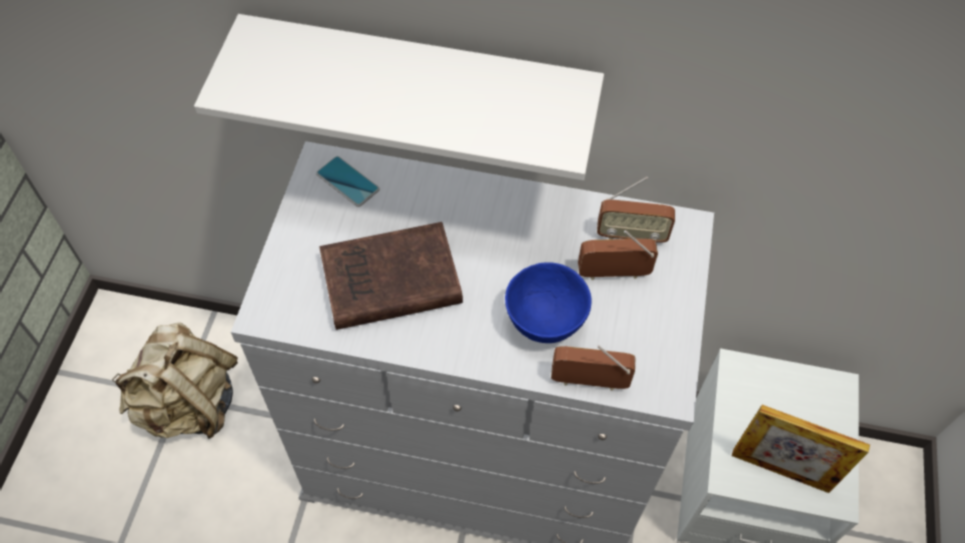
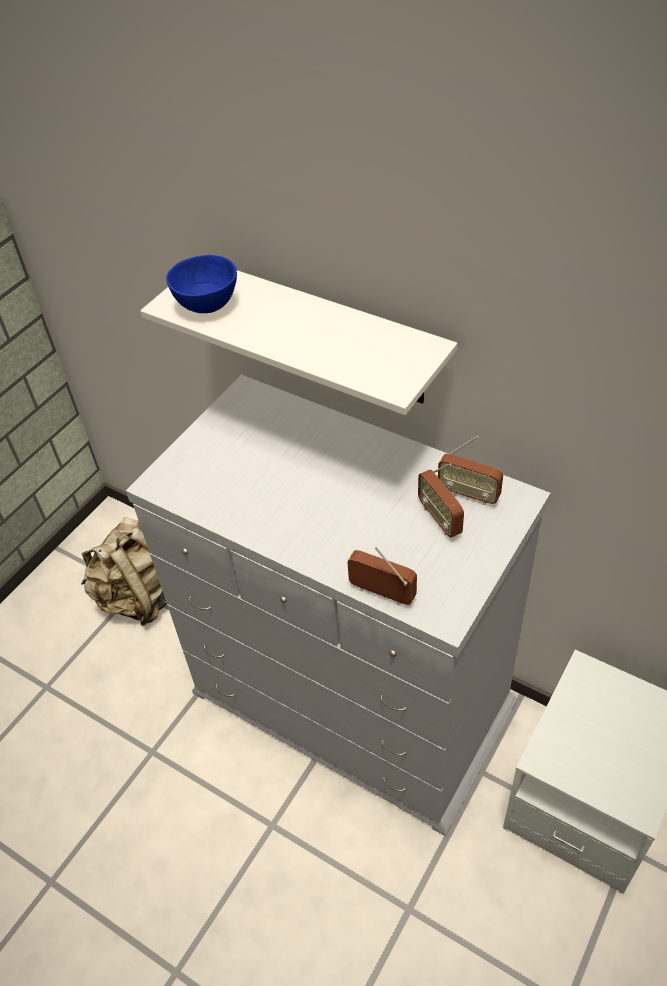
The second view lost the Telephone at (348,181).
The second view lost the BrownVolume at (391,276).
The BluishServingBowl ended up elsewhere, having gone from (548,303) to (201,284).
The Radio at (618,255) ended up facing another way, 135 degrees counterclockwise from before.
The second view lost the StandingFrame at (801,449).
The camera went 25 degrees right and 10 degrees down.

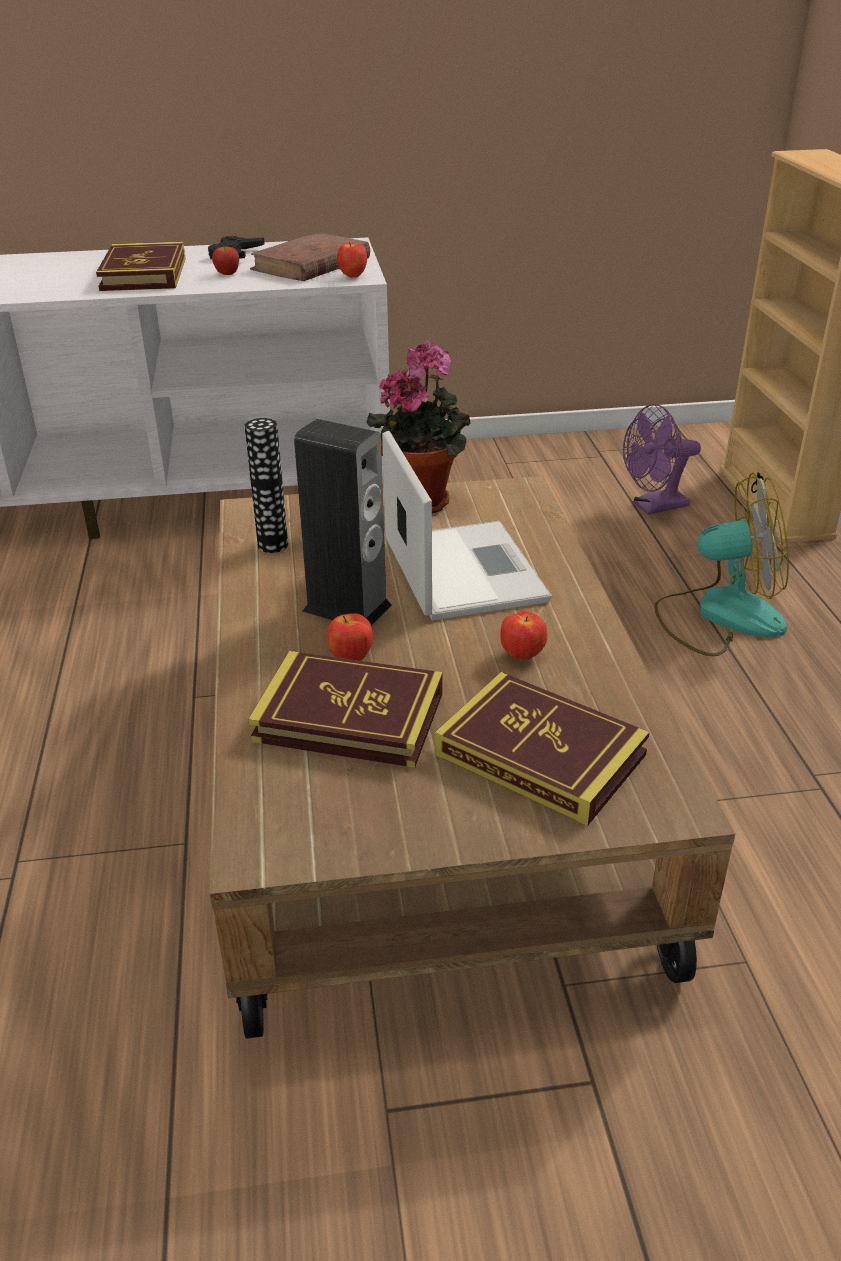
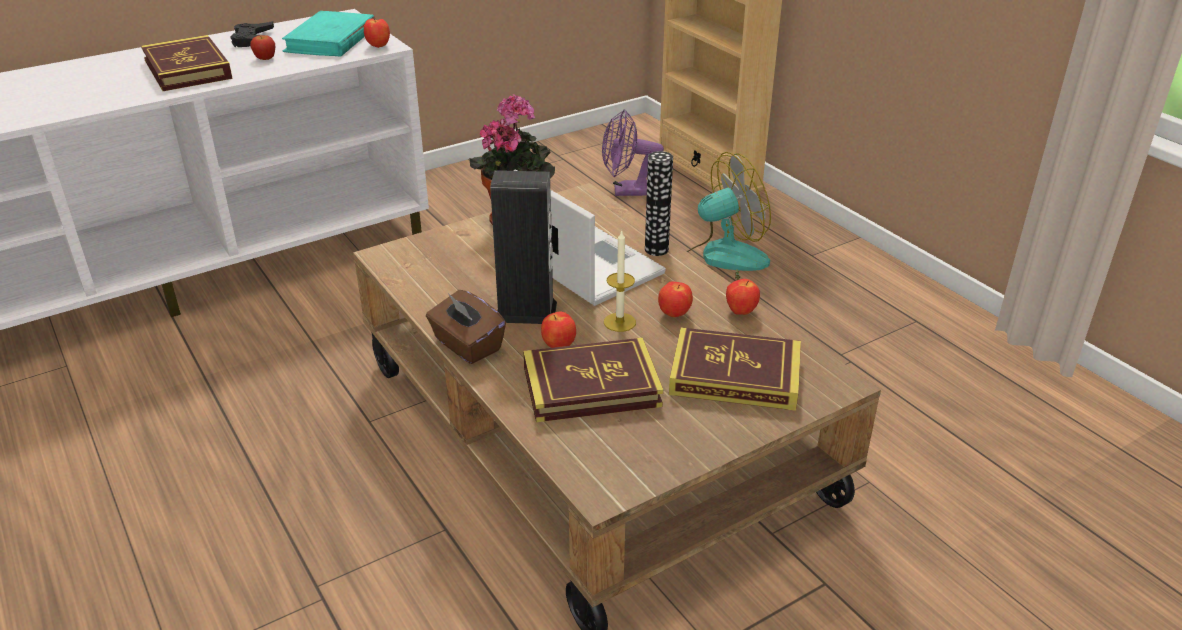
The FlowerVase ended up elsewhere, having gone from (266,485) to (659,203).
What was the BrownVolume at (310,256) turned into the BlueGreenVolume at (329,34).
The PurplishFan at (662,459) ended up facing another way, 45 degrees clockwise from before.
The second view gained the BrownTissueBox at (466,327).
The second view gained the WaxCandle at (620,281).
The second view gained the Apple at (743,297).
The camera went 25 degrees left and 0 degrees up.

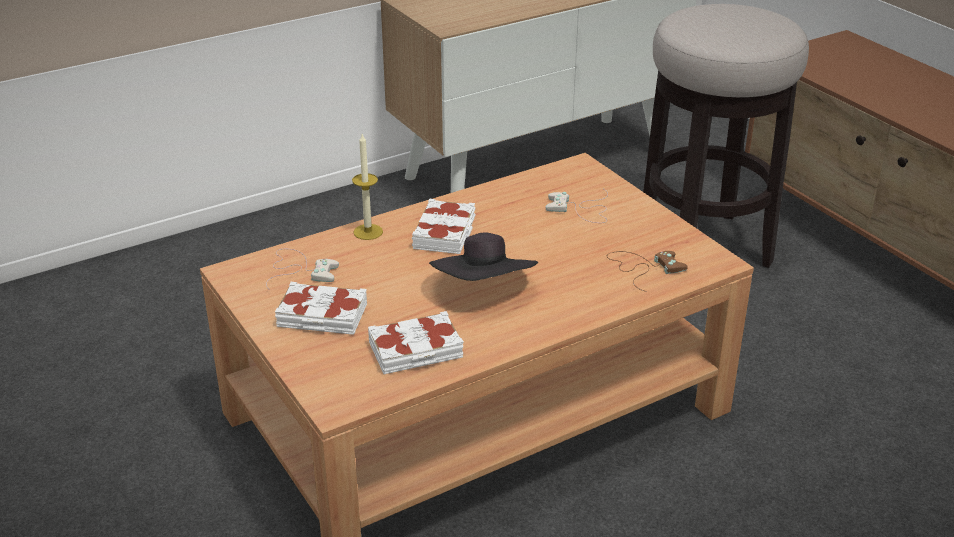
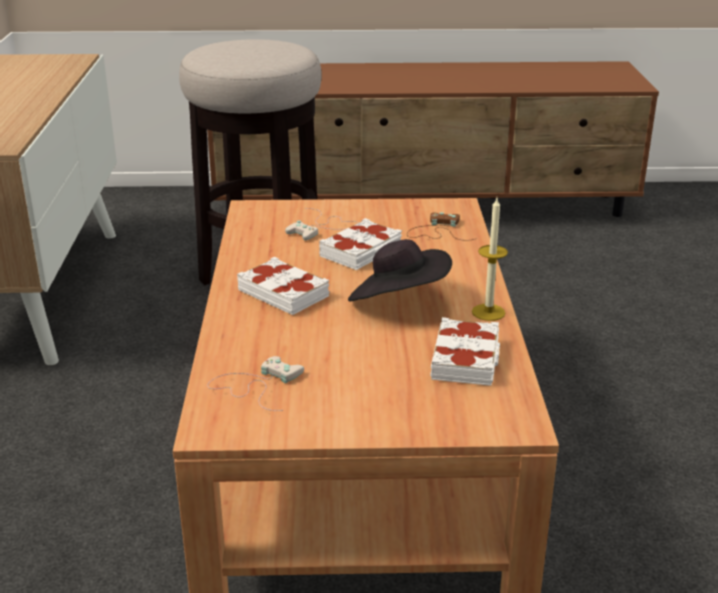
The WhiteVolume ended up elsewhere, having gone from (321,308) to (360,244).
The WaxCandle ended up elsewhere, having gone from (367,187) to (490,259).
The camera went 60 degrees left and 5 degrees down.

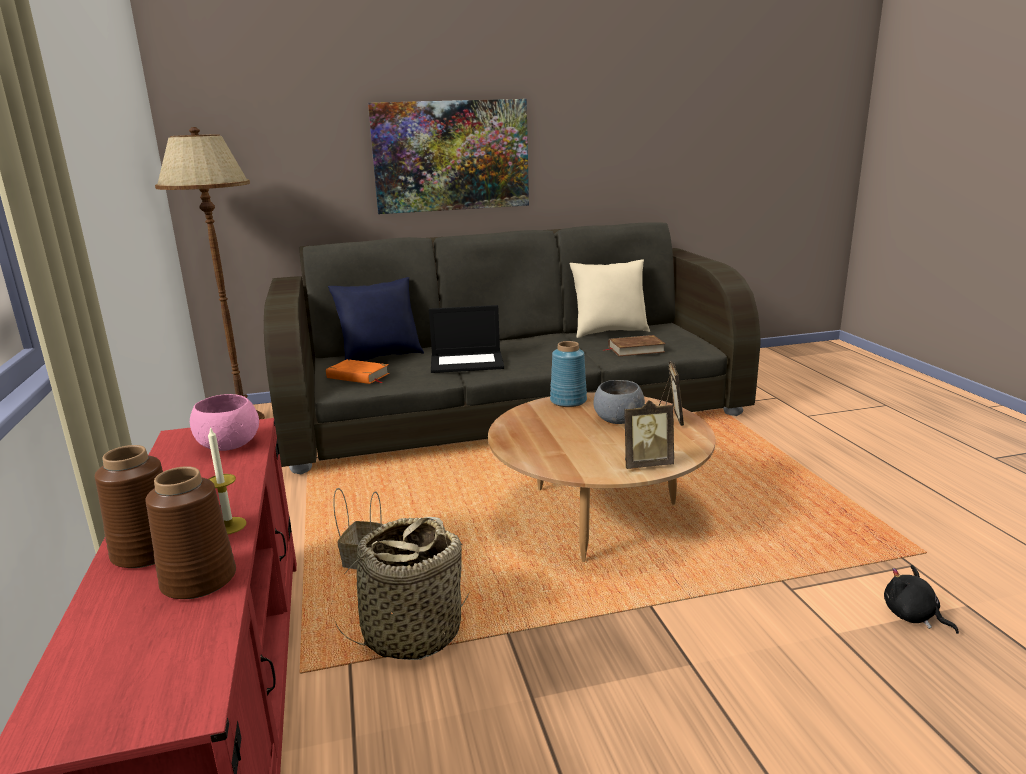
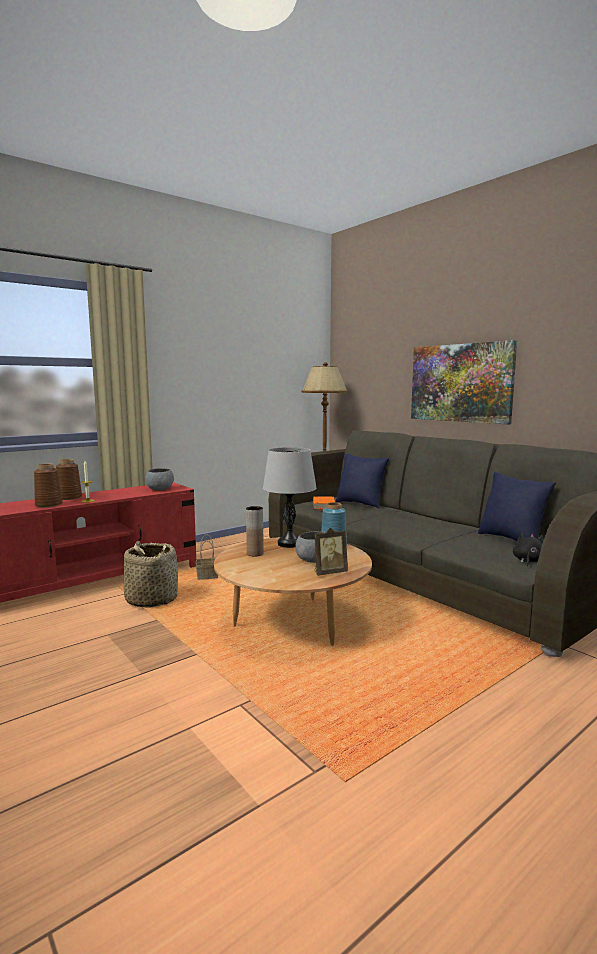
What was the PinkColouredServingBowl at (224,422) turned into the GreyServingBowl at (159,479).
The second view lost the Laptop at (466,339).
What was the BeigeColouredPillow at (609,298) turned into the BluishPillow at (517,506).
The second view lost the BrownVolume at (634,345).
The second view lost the StandingFrame at (649,434).
The BlackishPlushToy ended up elsewhere, having gone from (921,599) to (528,549).
The second view gained the BrownFlowerVase at (255,531).
The second view gained the GreyLampForATable at (290,497).
The camera went 65 degrees right and 10 degrees down.

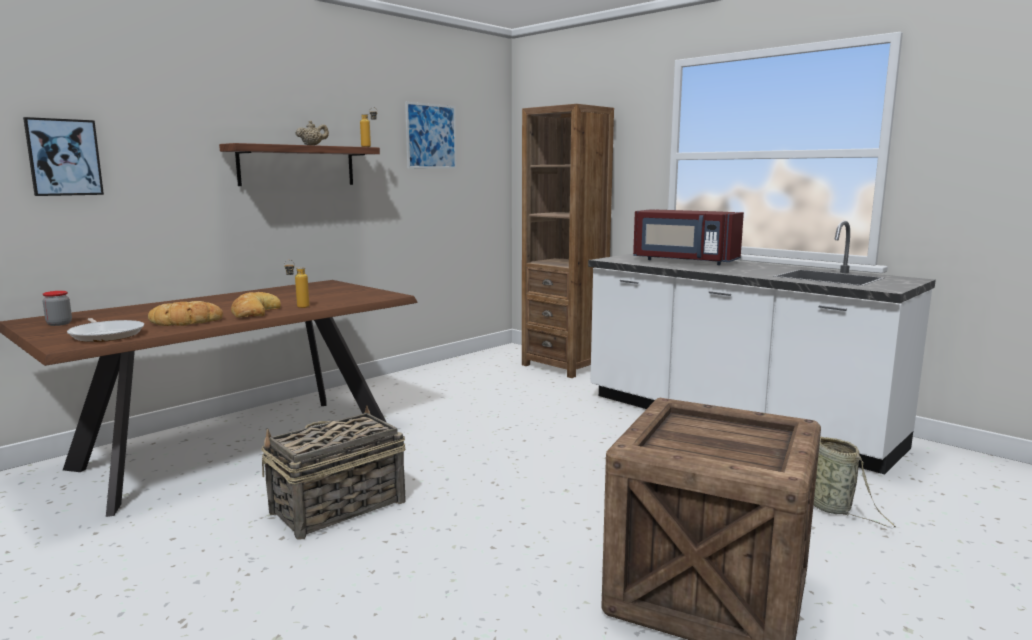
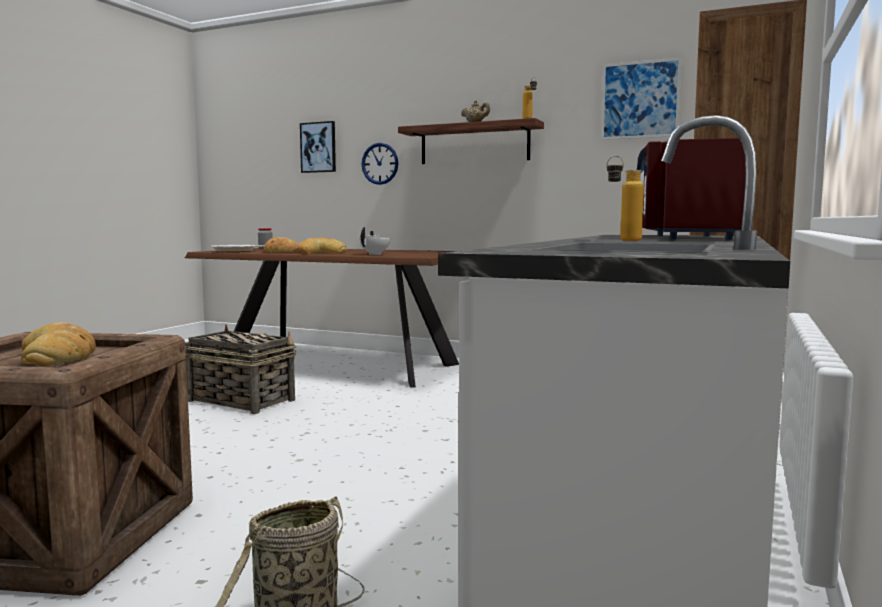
The BeverageBottle ended up elsewhere, having gone from (296,284) to (625,198).
The second view gained the Bread at (58,344).
The second view gained the WhiteTeaPot at (374,241).
The second view gained the ClockOnTheWall at (380,164).
The camera went 70 degrees right and 5 degrees down.

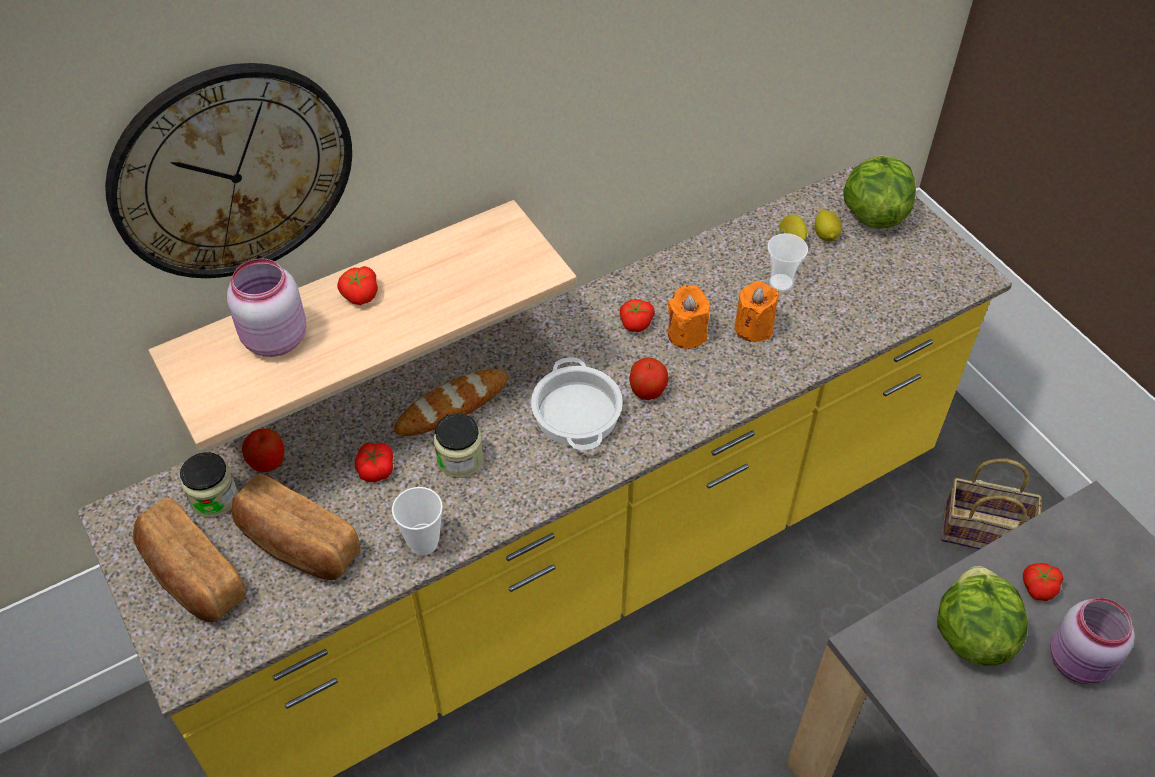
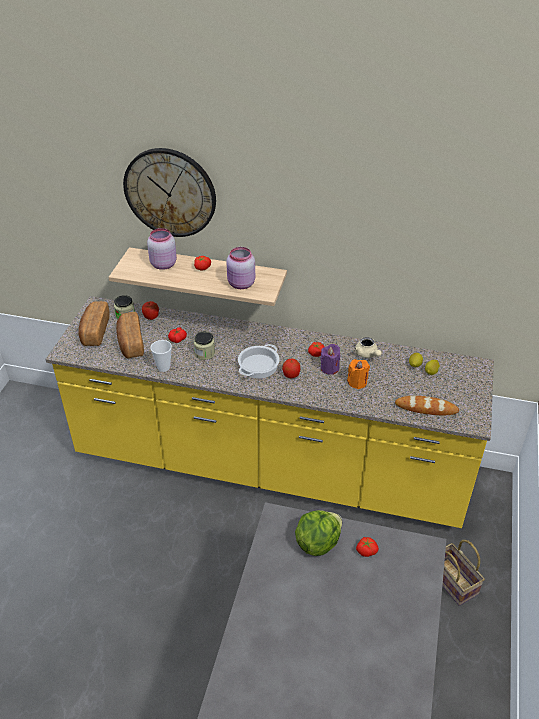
The Bread ended up elsewhere, having gone from (451,402) to (427,405).
What was the OrangeWaxCandle at (689,317) turned into the PurplishWaxCandle at (330,359).
The second view lost the SmallCup at (788,262).
The second view lost the HeadOfLettuce at (879,191).
The PinkColouredJar ended up elsewhere, having gone from (1092,641) to (240,268).
The second view gained the BeigeColouredTeaPot at (368,347).
The camera went 45 degrees right and 10 degrees down.

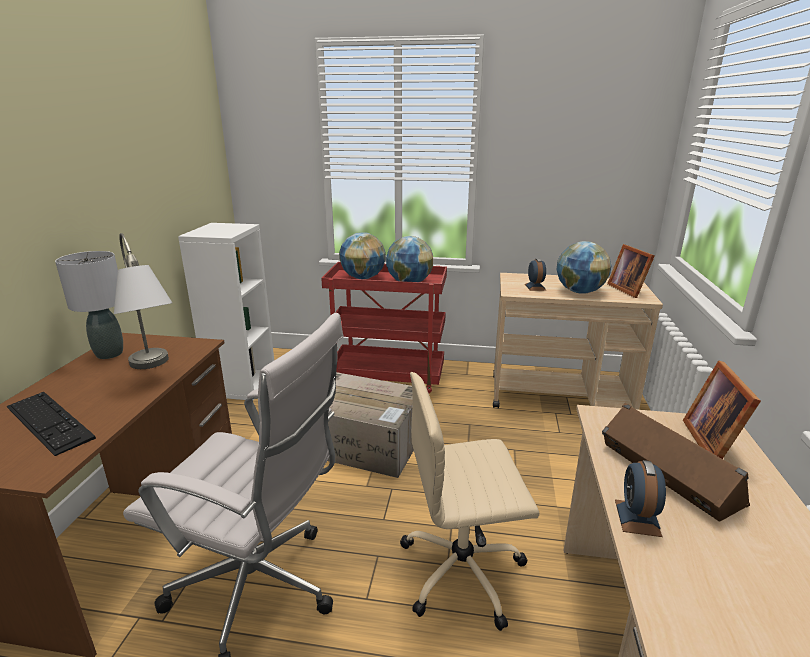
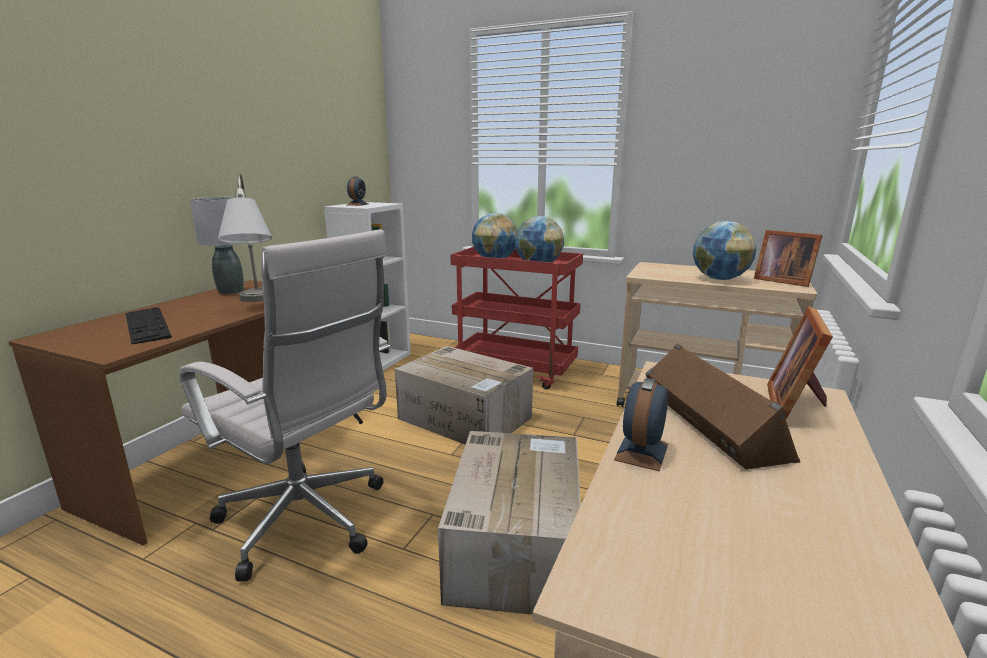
Where the BeigeColouredOfficeChair stood at (469,501), the CardboardBox came to stand at (509,523).
The AlarmClock ended up elsewhere, having gone from (535,274) to (357,191).
The StandingFrame at (631,271) ended up facing another way, 45 degrees counterclockwise from before.
The camera went 15 degrees right and 5 degrees down.

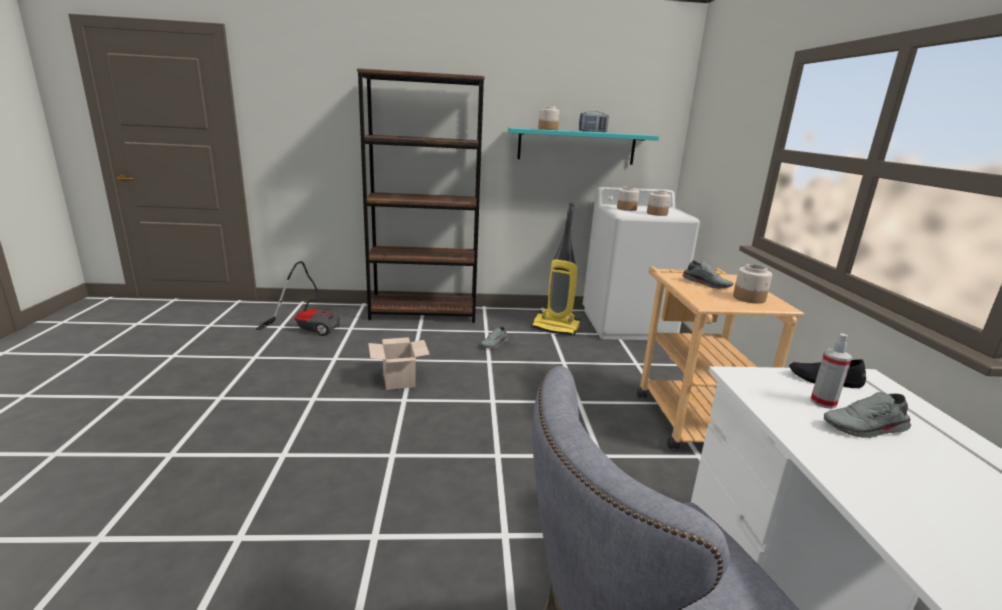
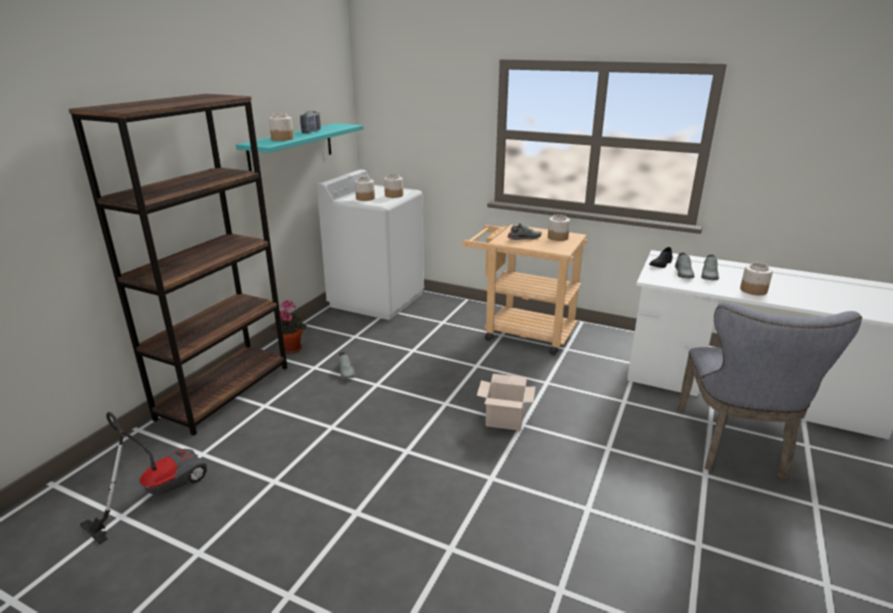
The CardboardBox ended up elsewhere, having gone from (399,363) to (506,402).
The second view lost the VacuumCleaner at (556,269).
Where the HandSprayer stood at (831,371), the GreyItemOfFootwear came to stand at (684,265).
The second view gained the Houseplant at (289,326).
The second view gained the Jar at (756,279).
The camera went 60 degrees left and 5 degrees up.

